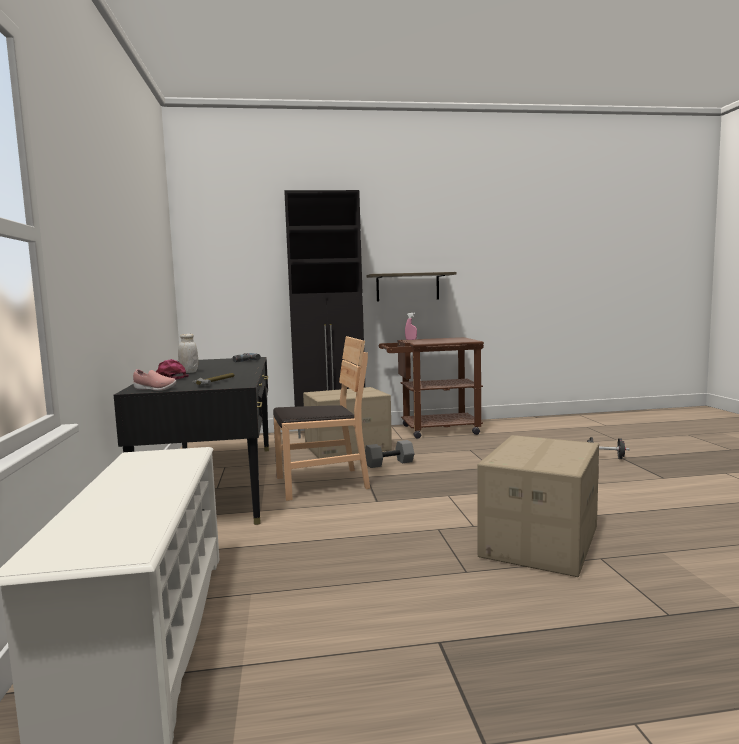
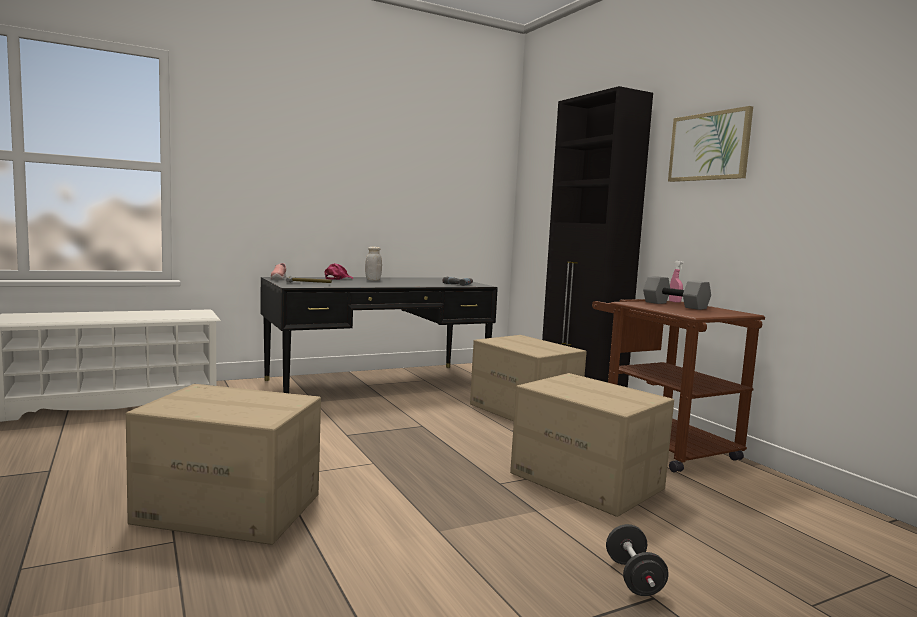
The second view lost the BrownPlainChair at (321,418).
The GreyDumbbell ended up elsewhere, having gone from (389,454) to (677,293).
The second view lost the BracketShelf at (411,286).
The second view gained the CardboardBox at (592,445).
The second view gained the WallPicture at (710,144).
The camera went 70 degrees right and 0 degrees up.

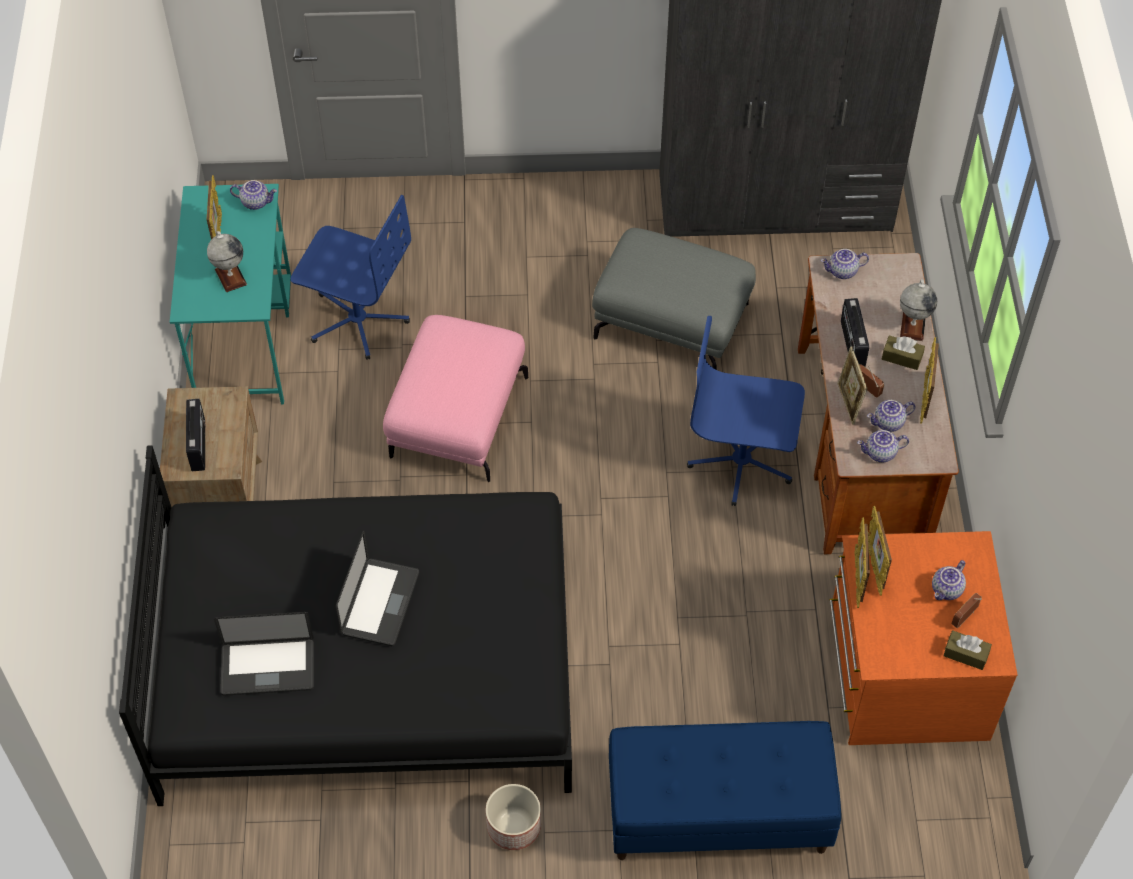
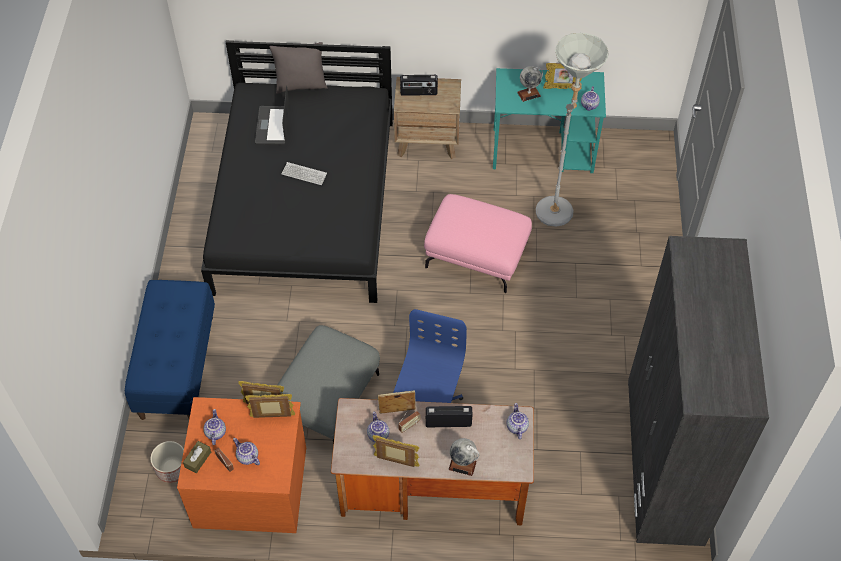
Where the BluishOfficeChair stood at (351,277), the GreyStandardLamp came to stand at (572,130).
Where the Laptop stood at (377,588), the Keyboard came to stand at (304,173).
The Planter ended up elsewhere, having gone from (513,817) to (167,462).
The GreyPouffe ended up elsewhere, having gone from (674,298) to (328,384).
The TeaPot ended up elsewhere, having gone from (883,446) to (214,427).
The second view lost the BrownTissueBox at (903,352).
The second view gained the GreyPillow at (298,68).
The camera went 95 degrees right and 0 degrees up.

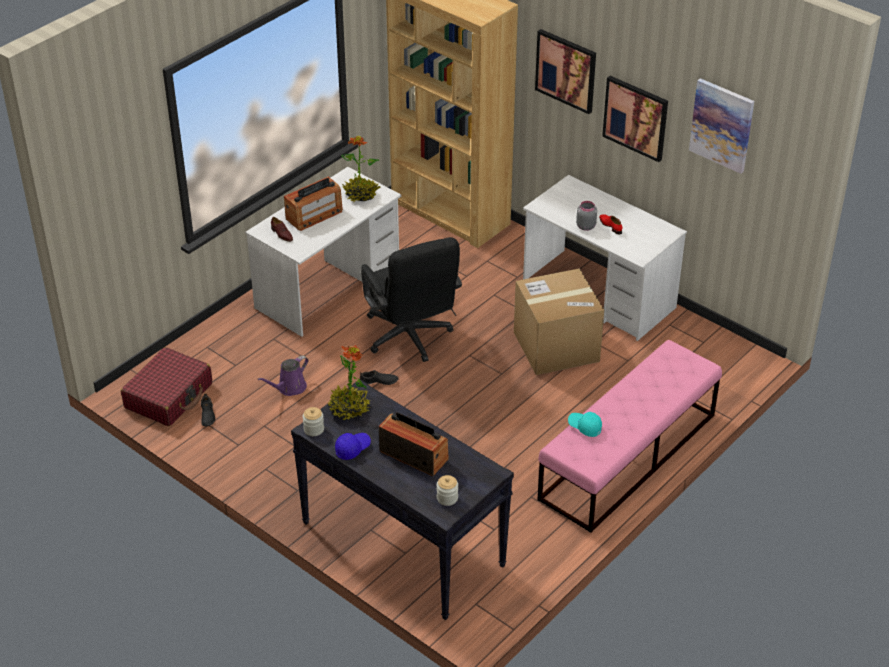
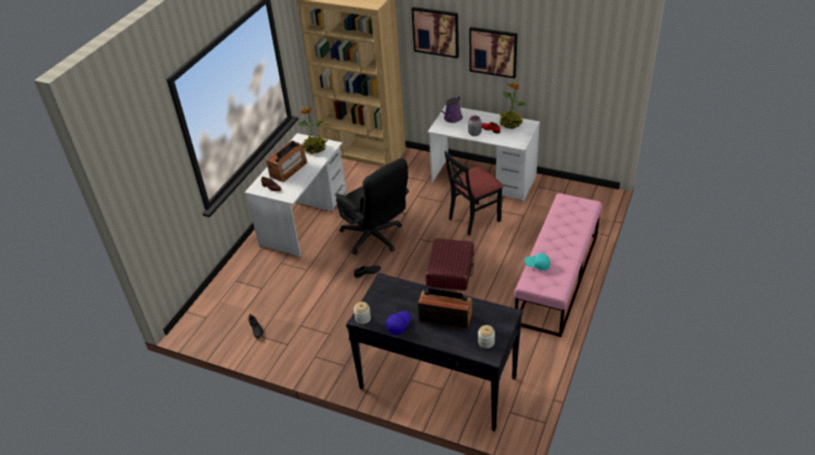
The RedColouredSuitcase ended up elsewhere, having gone from (166,386) to (450,264).
The PurplishSprinklingCan ended up elsewhere, having gone from (283,376) to (451,109).
The Houseplant ended up elsewhere, having gone from (349,382) to (512,105).
Where the CardboardBox stood at (559,321), the BlackishPlainChair came to stand at (474,193).
The second view lost the WallPicture at (721,126).
The camera went 15 degrees left and 0 degrees up.

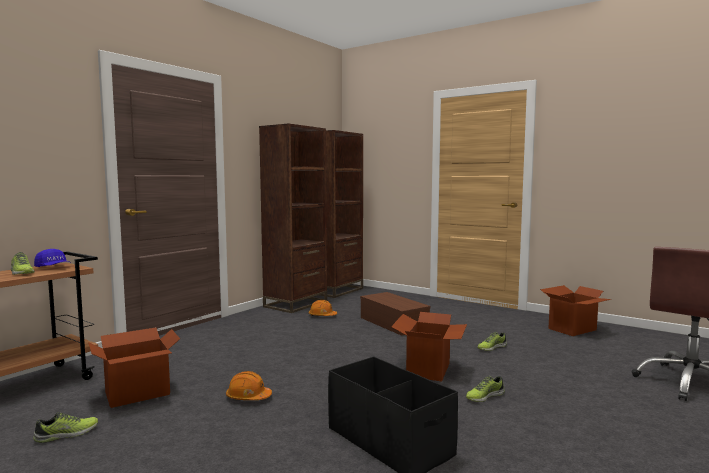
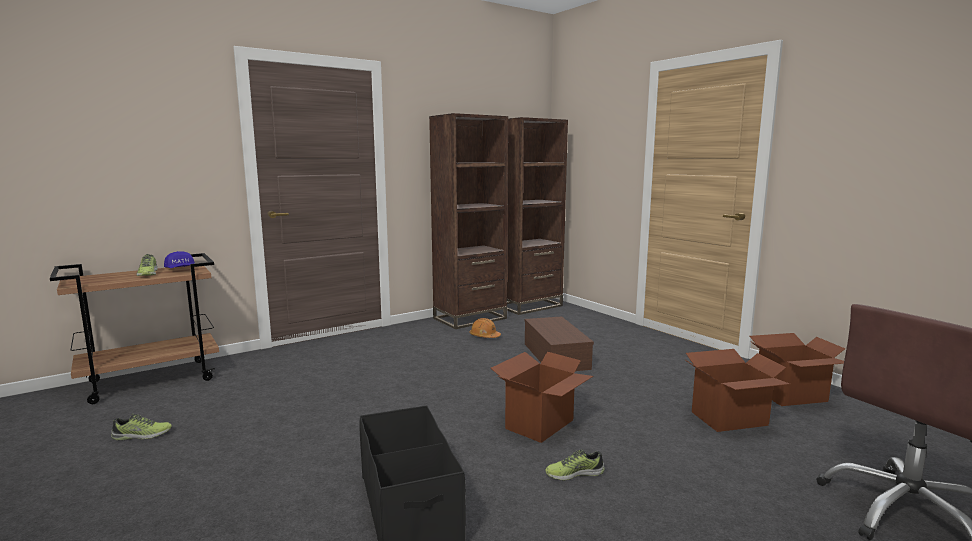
The CardboardBox ended up elsewhere, having gone from (134,368) to (738,390).
The second view lost the OrangeWorkHelmet at (249,385).
The second view lost the ItemOfFootwear at (492,341).
The camera went 20 degrees right and 5 degrees up.

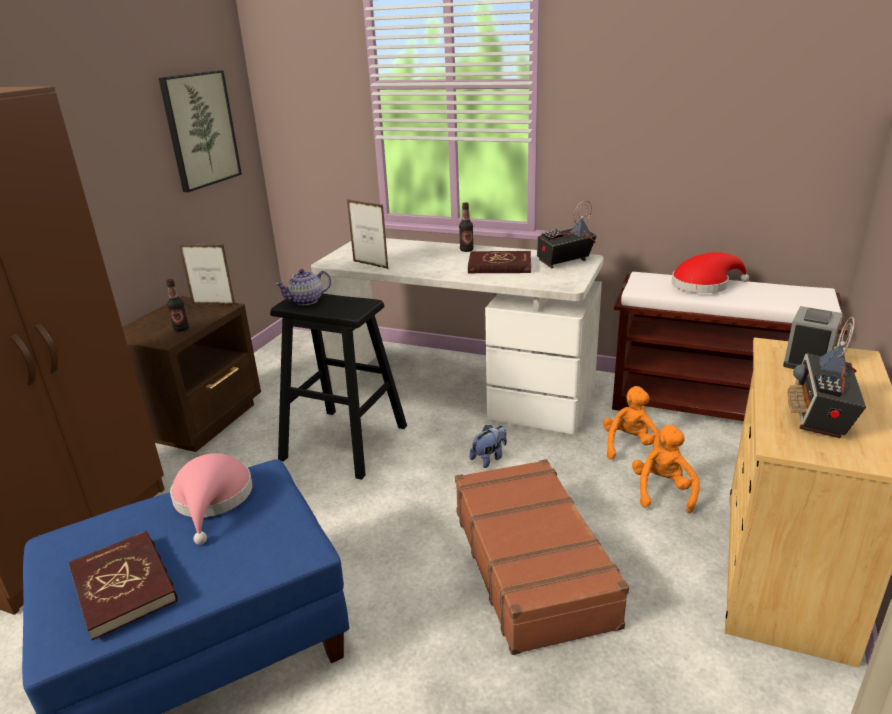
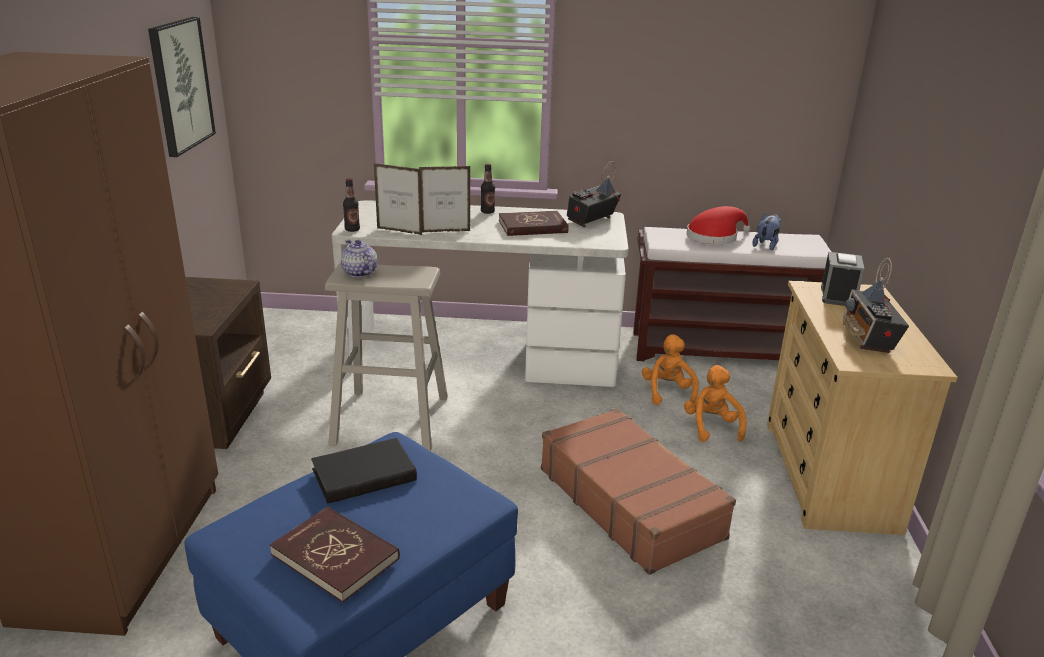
The BeverageBottle ended up elsewhere, having gone from (177,305) to (351,205).
Where the PinkColouredWearableHat stood at (211,499), the BlackishVolume came to stand at (364,471).
The StandingFrame ended up elsewhere, having gone from (207,274) to (444,199).
What was the BlackishSittingStool at (338,386) turned into the BeigeColouredSittingStool at (386,357).
The TeaPot at (303,287) ended up facing another way, 105 degrees clockwise from before.
The PlushToy ended up elsewhere, having gone from (488,446) to (767,231).
The camera went 20 degrees left and 0 degrees up.

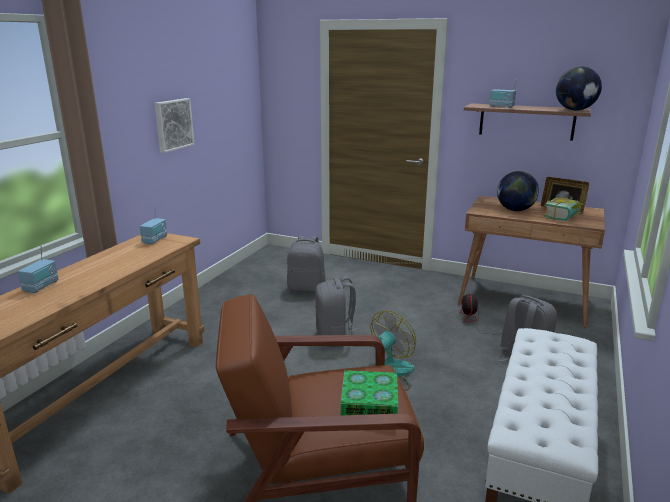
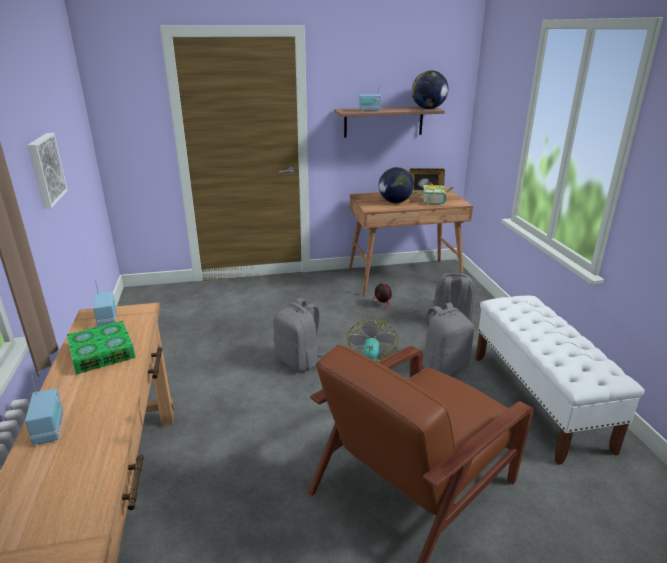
The GreyBackpack ended up elsewhere, having gone from (306,264) to (448,338).
The Volume ended up elsewhere, having gone from (369,392) to (101,347).
The camera went 35 degrees left and 5 degrees up.

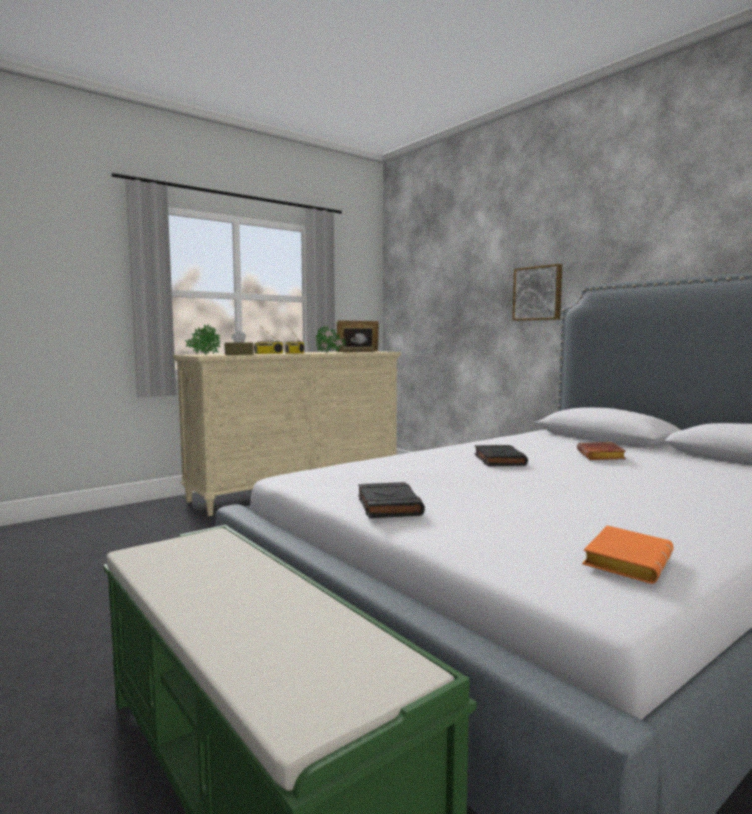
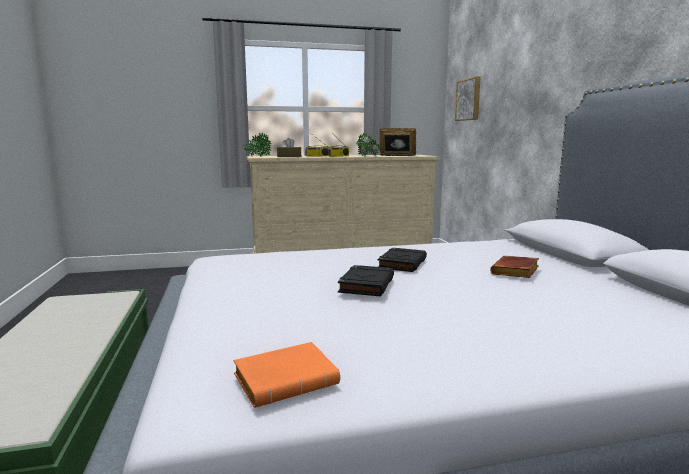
The BlackishVolume ended up elsewhere, having gone from (392,500) to (366,280).
The WallPicture ended up elsewhere, having gone from (537,292) to (468,98).
The camera went 25 degrees right and 5 degrees up.

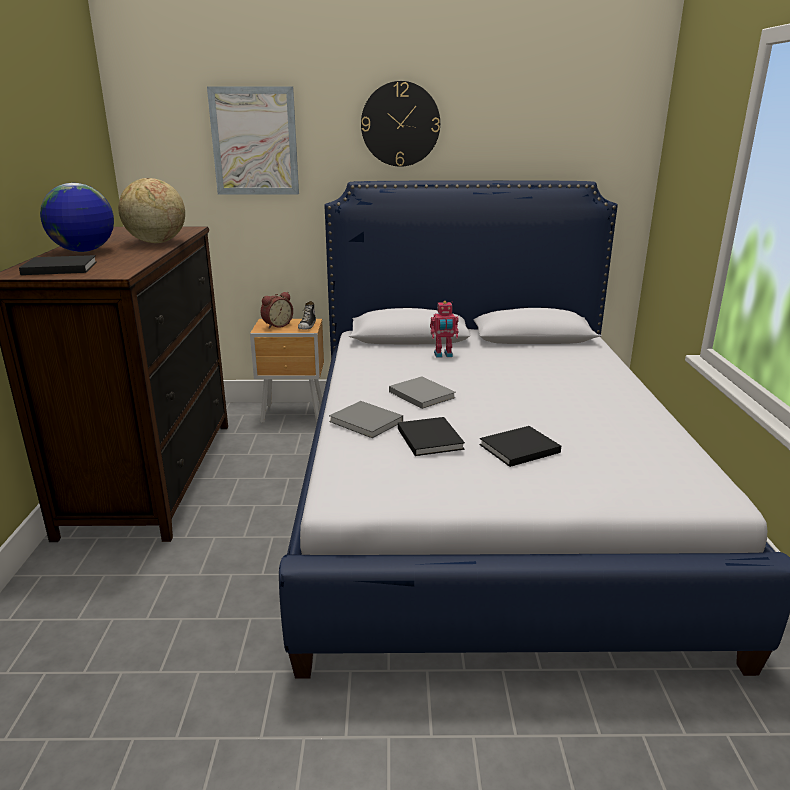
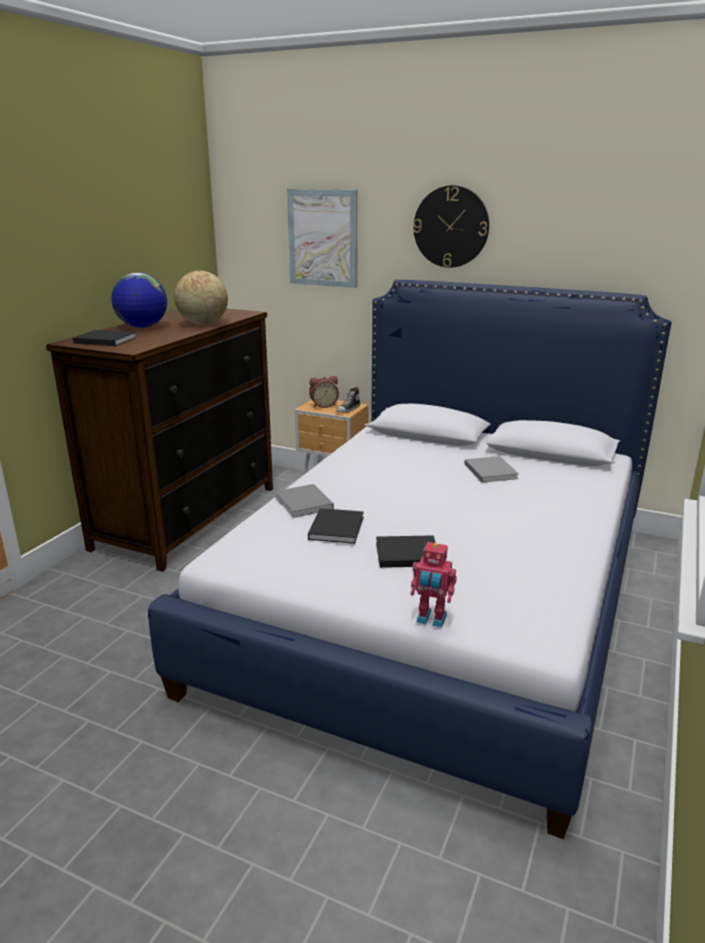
The GreyVolume ended up elsewhere, having gone from (422,392) to (491,469).
The ModelRobot ended up elsewhere, having gone from (444,329) to (434,585).
The camera went 25 degrees right and 0 degrees up.

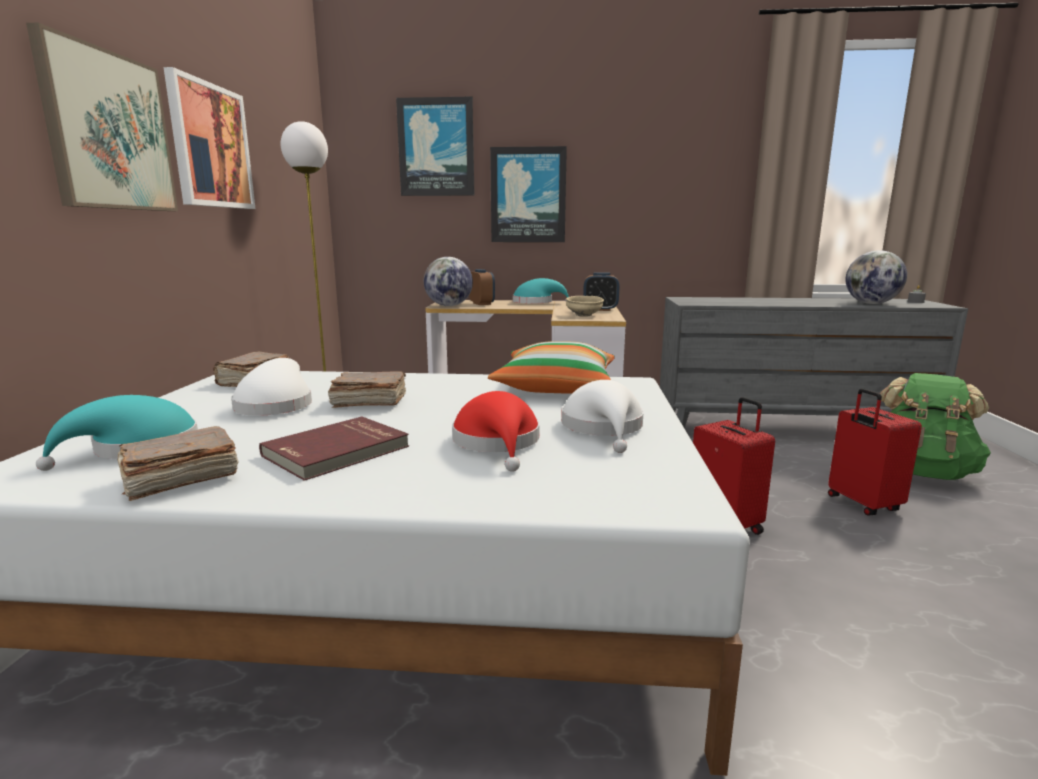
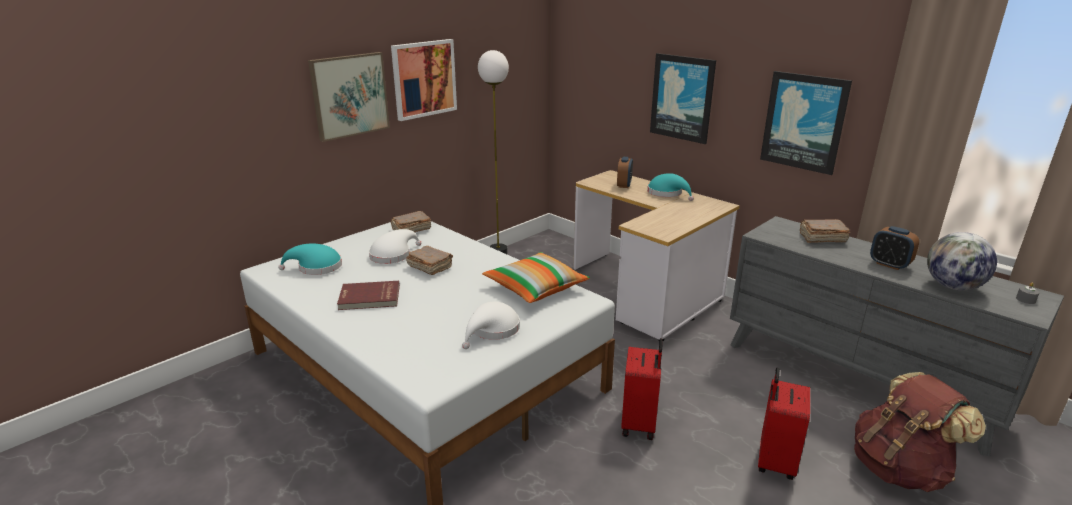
The BrownVolume ended up elsewhere, having gone from (177,463) to (825,231).
The WallPicture ended up elsewhere, having gone from (435,146) to (806,123).
The second view lost the Globe at (448,281).
The second view lost the RedColouredWearableHat at (496,431).
The second view lost the BeigeColouredServingBowl at (585,306).
The AlarmClock ended up elsewhere, having gone from (601,291) to (894,248).
What was the GreenBackpack at (935,426) turned into the BrownBackpack at (920,432).
The camera went 40 degrees right and 10 degrees up.

